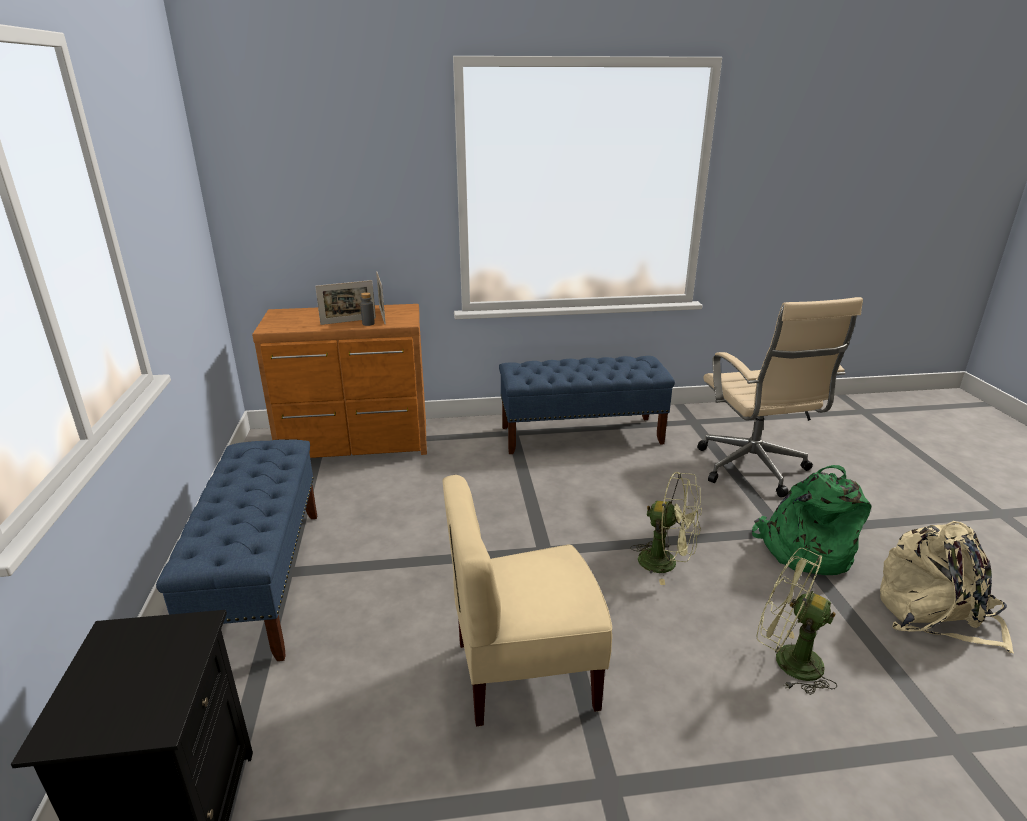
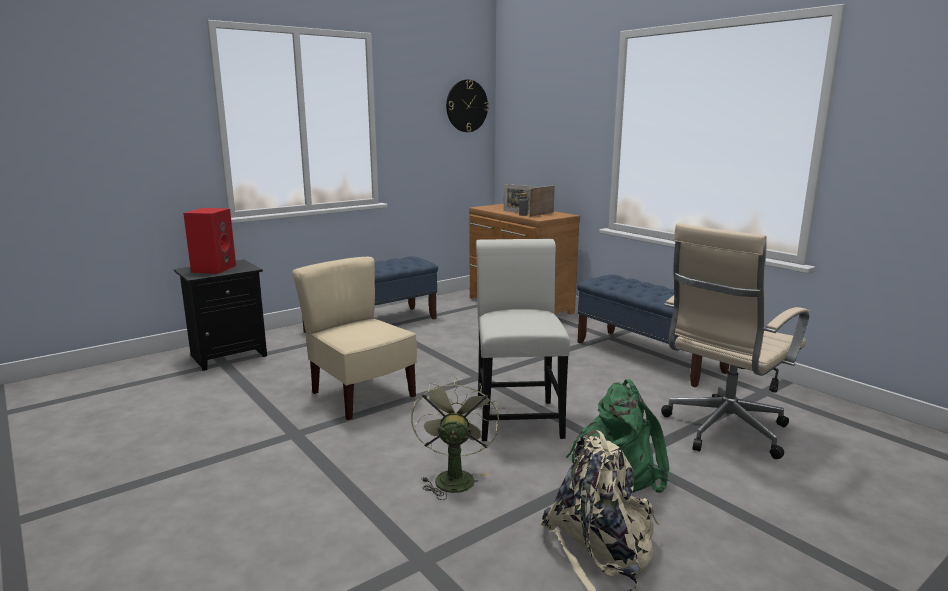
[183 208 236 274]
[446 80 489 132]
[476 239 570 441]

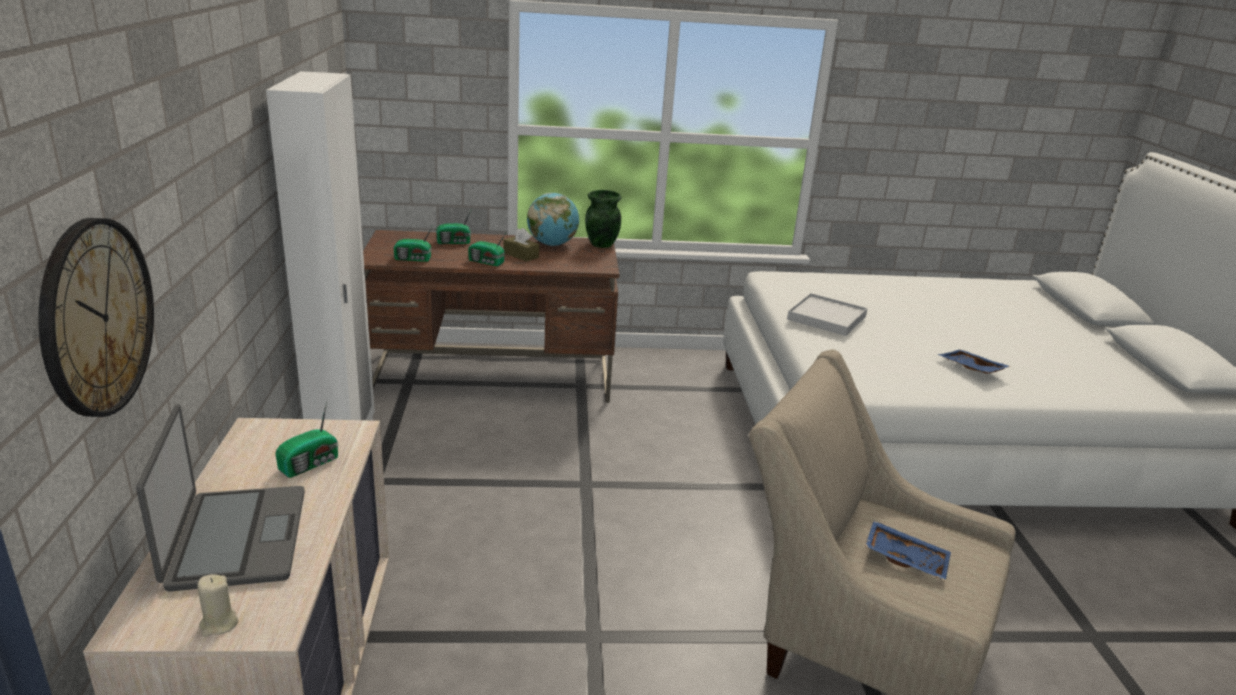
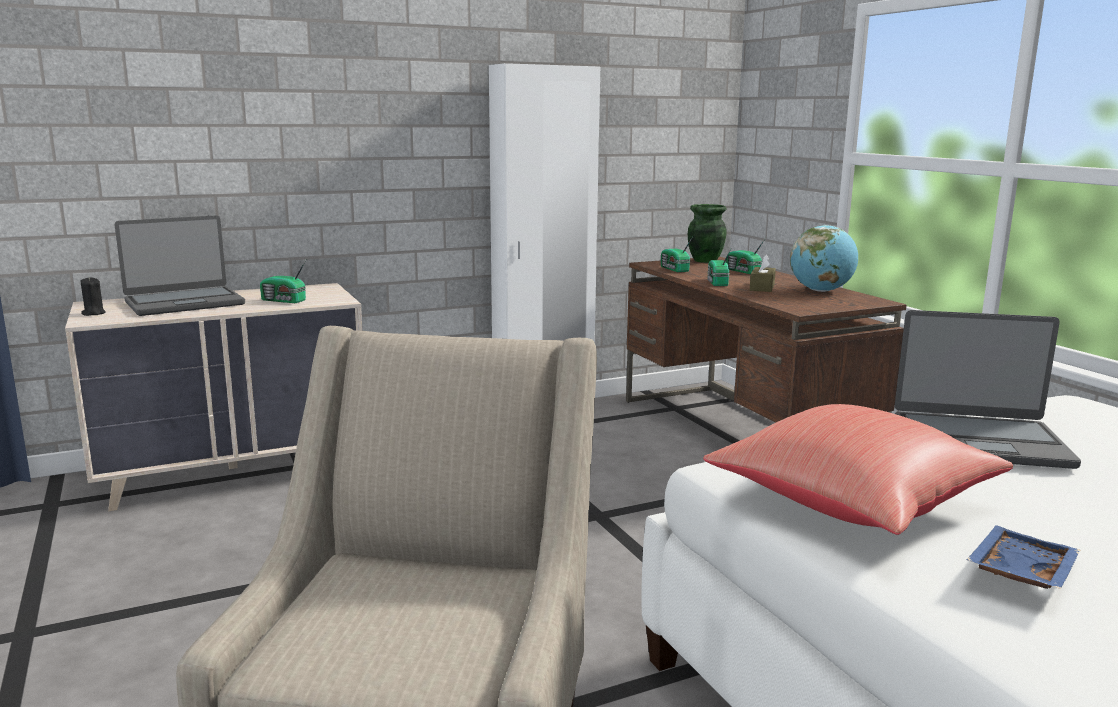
[38 218 154 417] (first image)
[865 521 951 581] (first image)
[703 404 1013 535]
[688 204 726 263]
[895 310 1081 469]
[80 277 106 316]

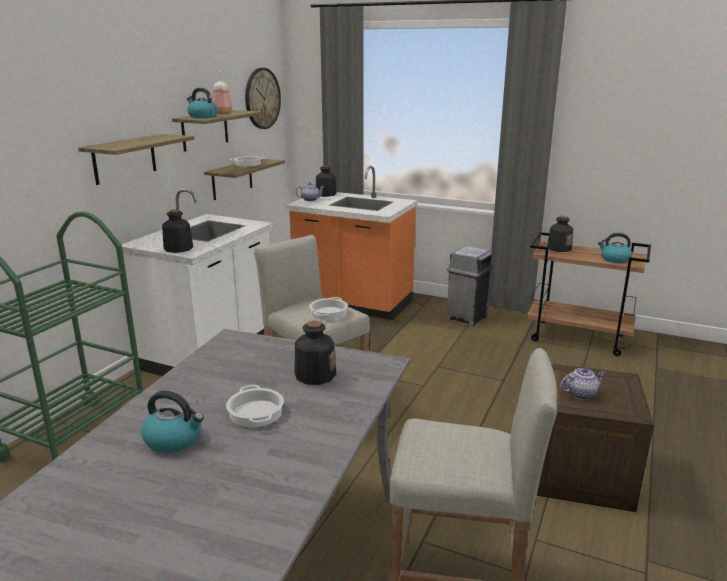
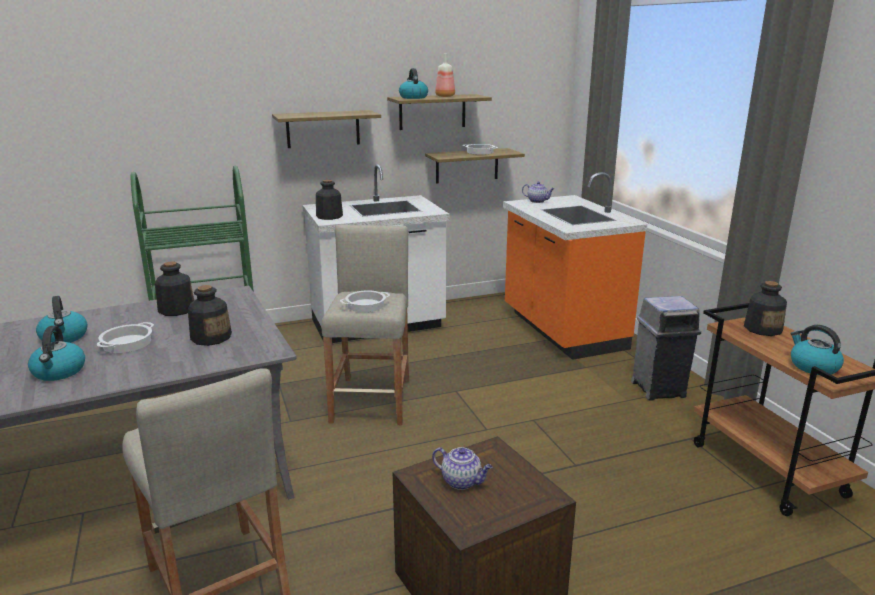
[245 68 281 129] (first image)
[28 326 85 381]
[155 261 194 316]

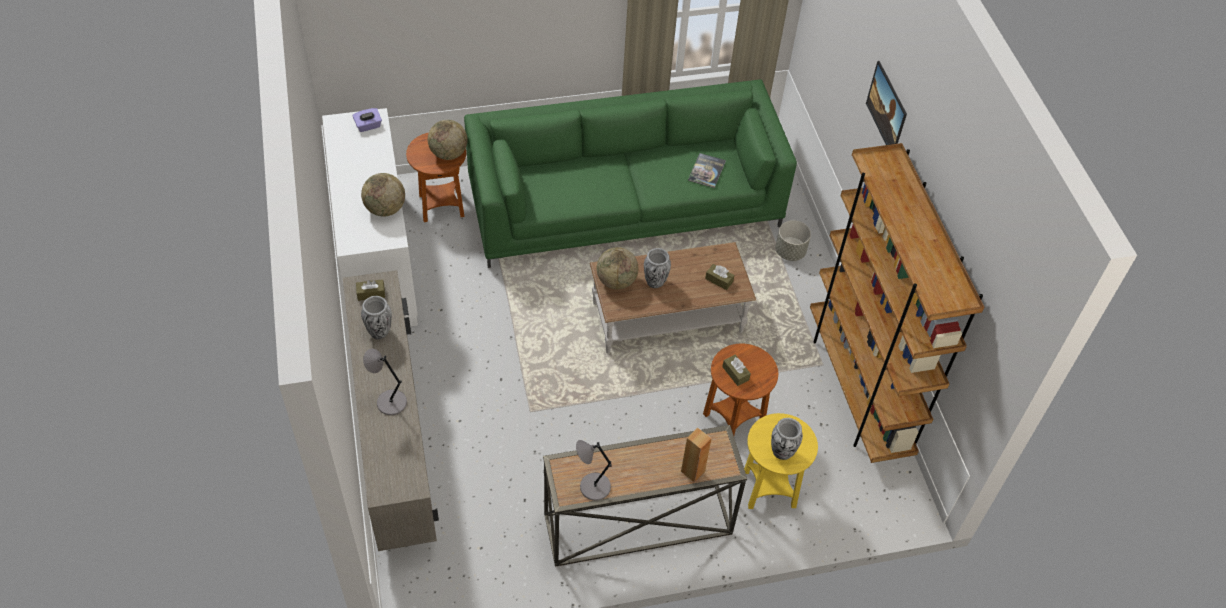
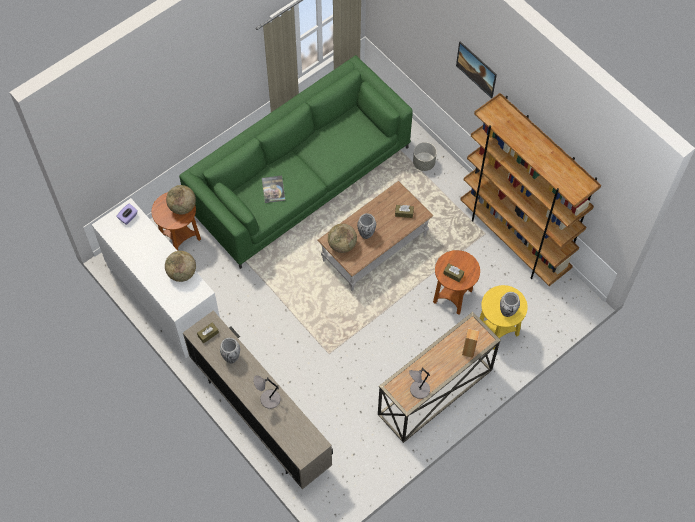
[262 176 285 203]

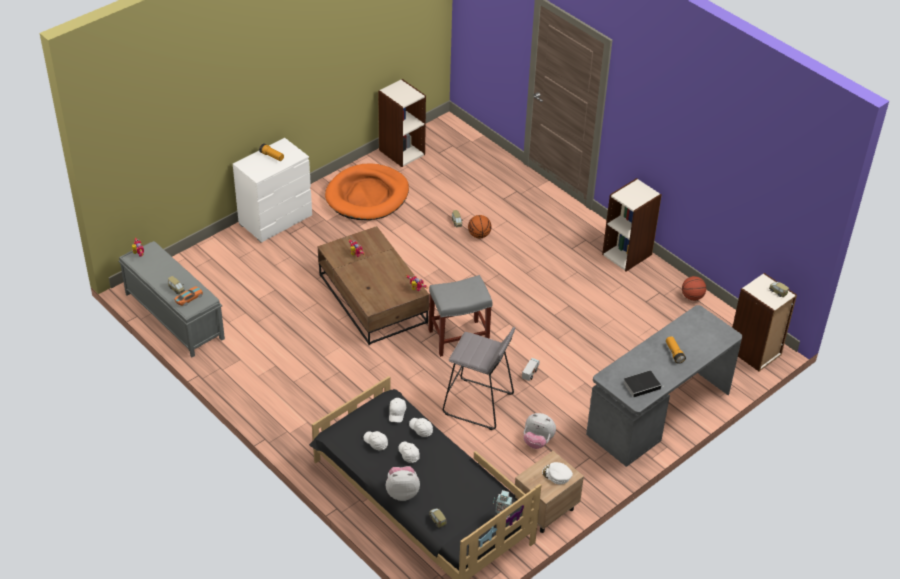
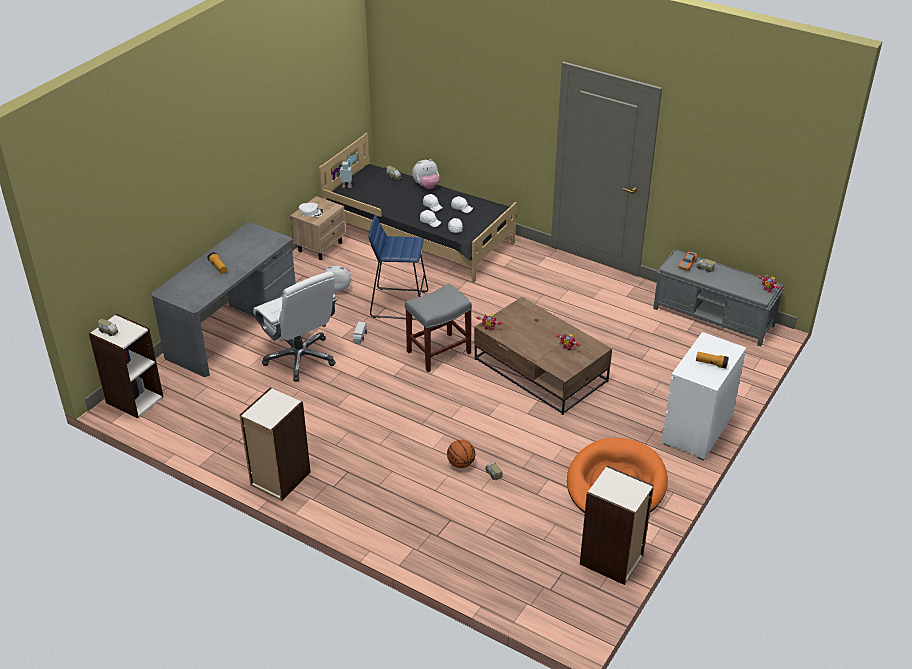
[623 370 665 398] (first image)
[682 276 706 301] (first image)
[253 271 337 382]
[368 214 428 320]

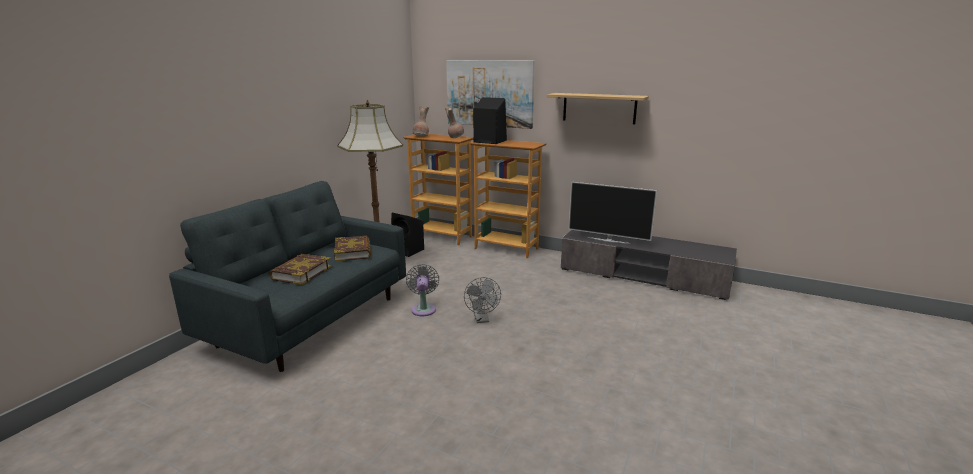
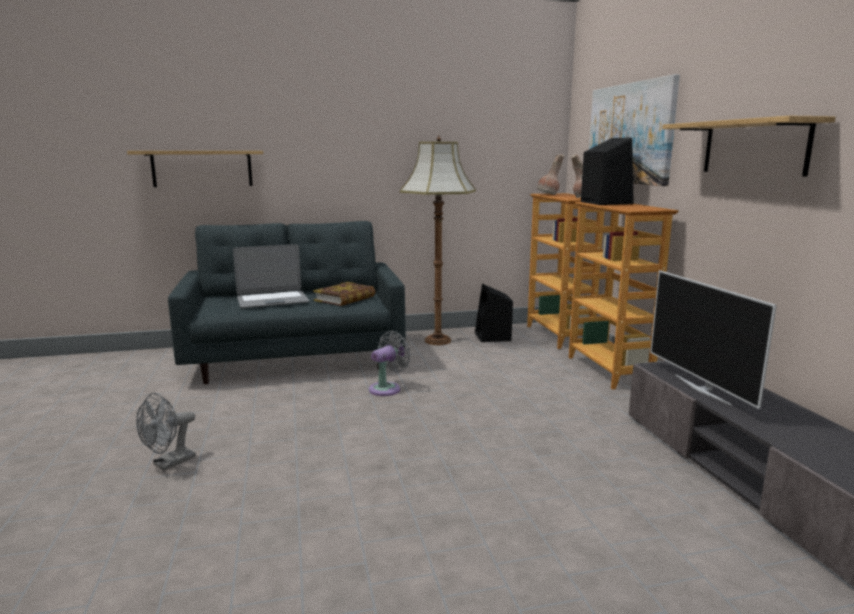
[127 151 264 187]
[136 393 196 470]
[233 244 309 308]

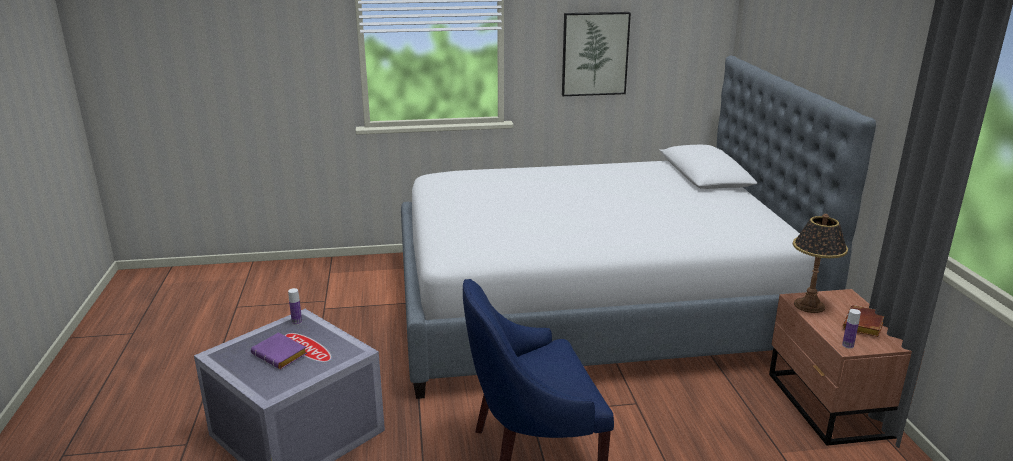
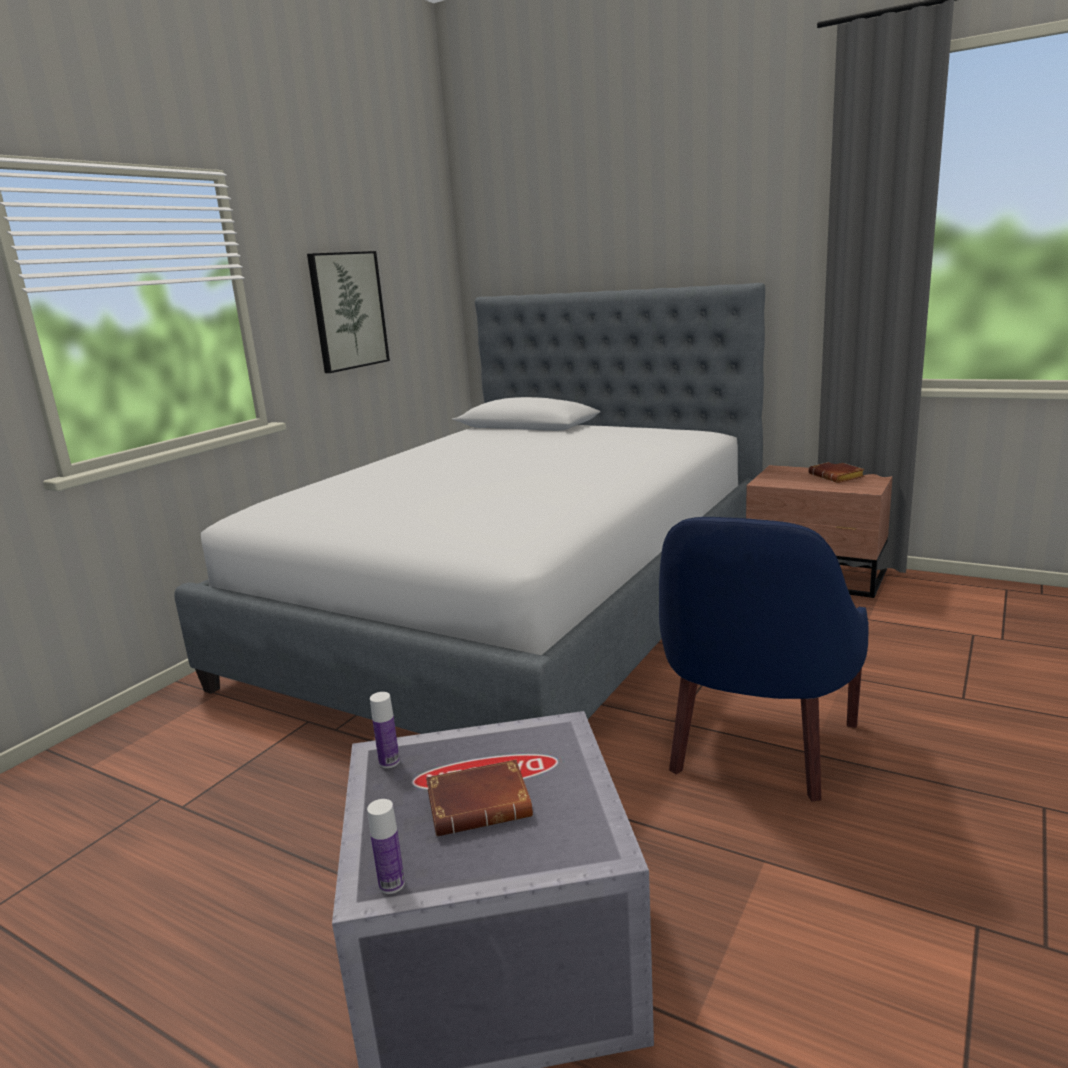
[793 214 848 313] (first image)
[367 799 405 894]
[426 760 533 836]

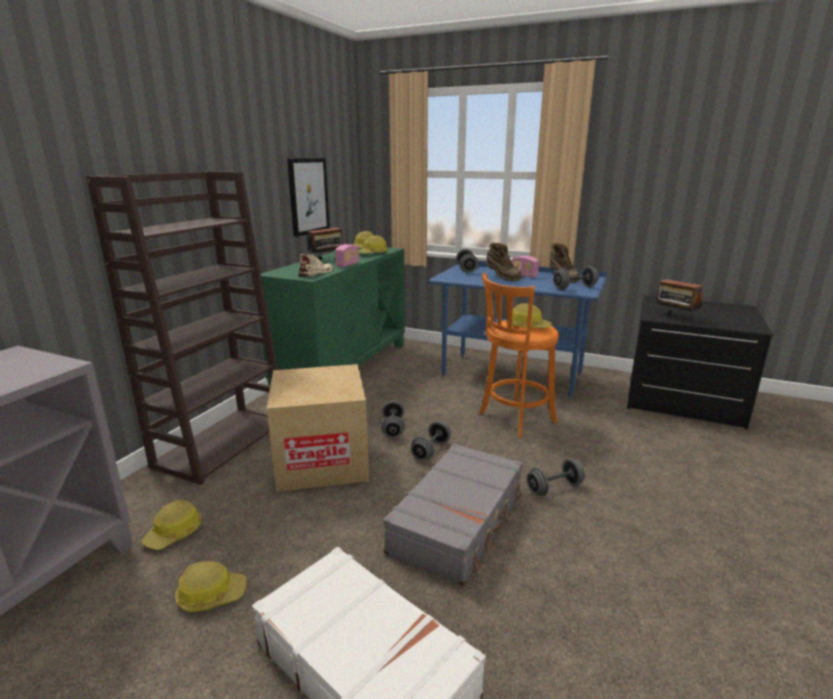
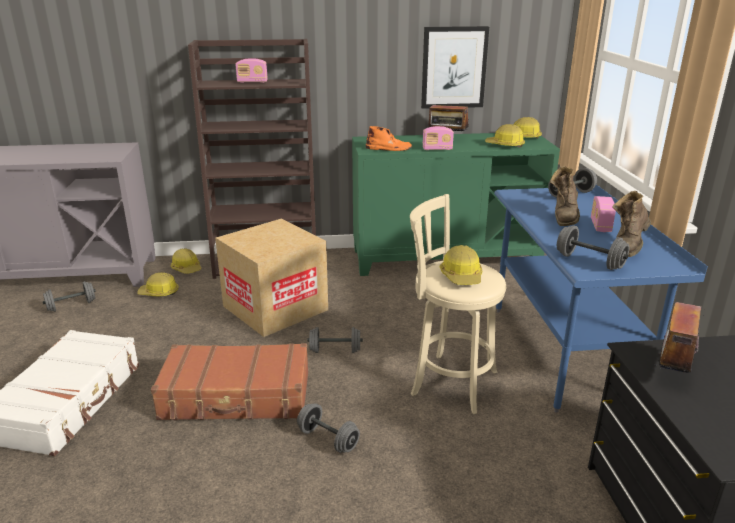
[235 58 268 83]
[170 248 202 274]
[43 281 96 312]
[366 126 412 151]
[151 343 308 420]
[410 194 506 414]

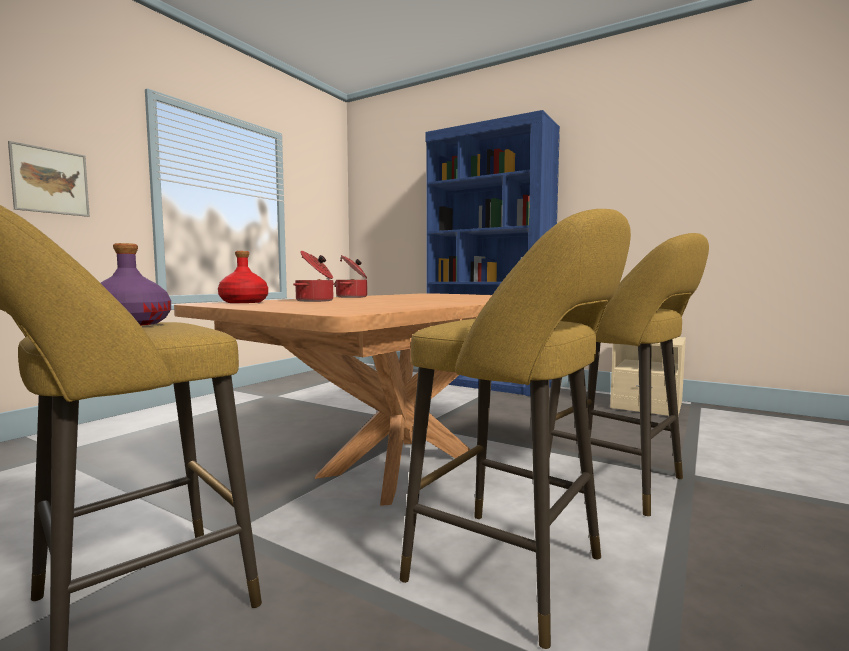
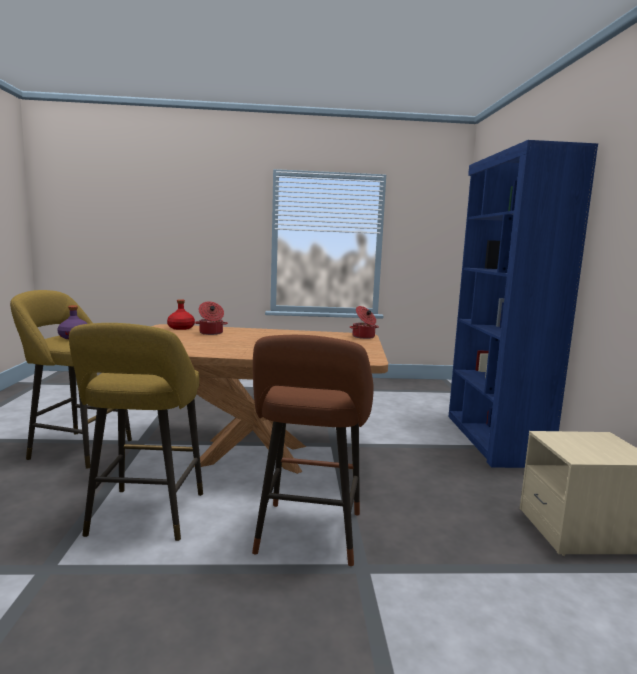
[8 141 90 217] (first image)
[350 306 379 339]
[252 335 374 566]

